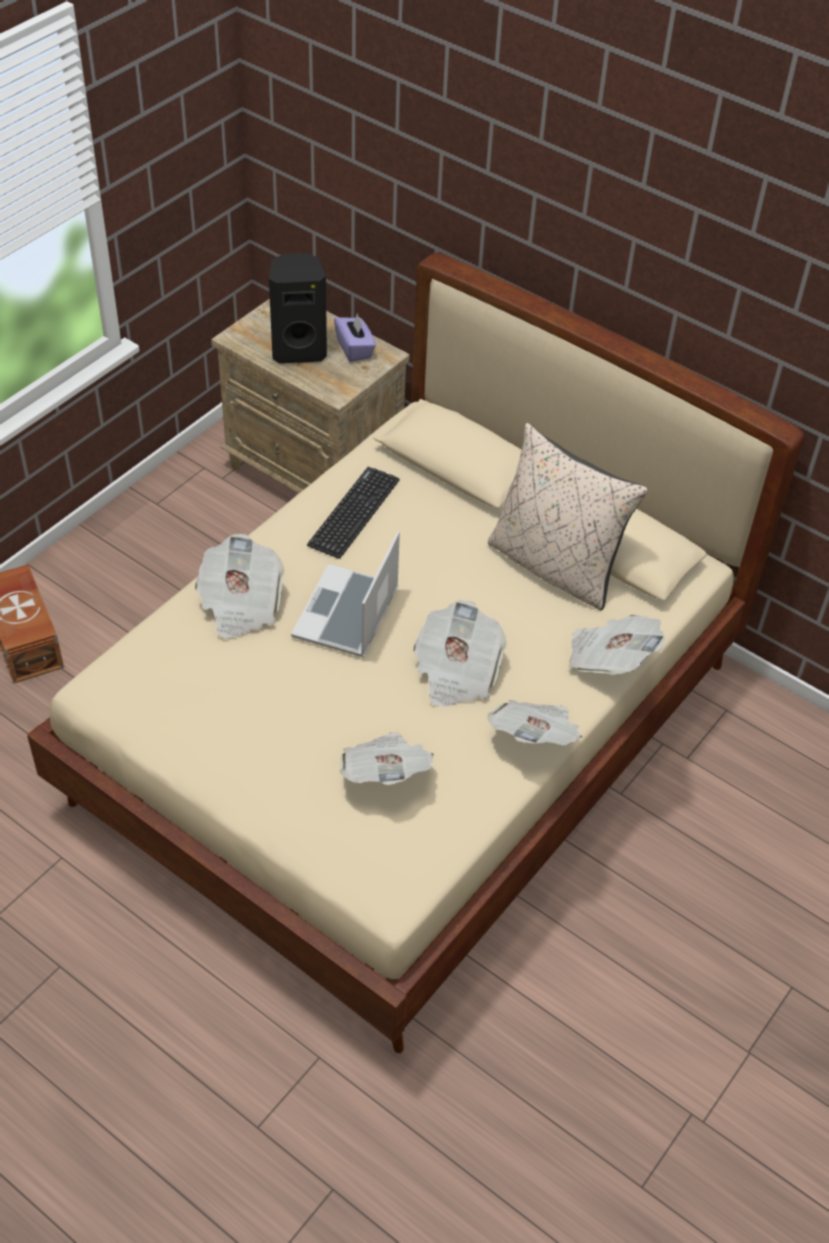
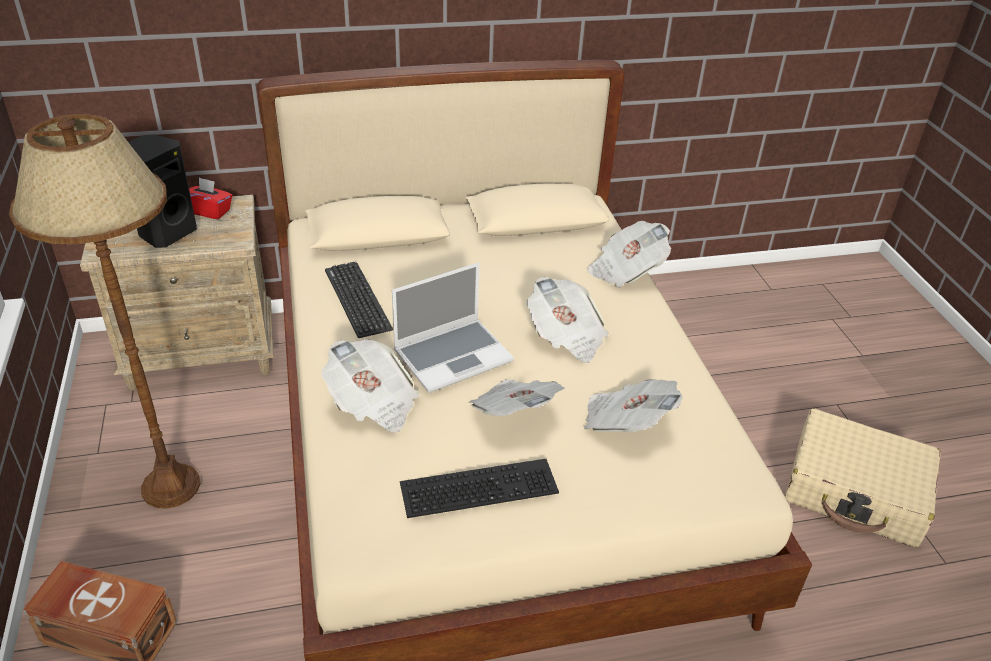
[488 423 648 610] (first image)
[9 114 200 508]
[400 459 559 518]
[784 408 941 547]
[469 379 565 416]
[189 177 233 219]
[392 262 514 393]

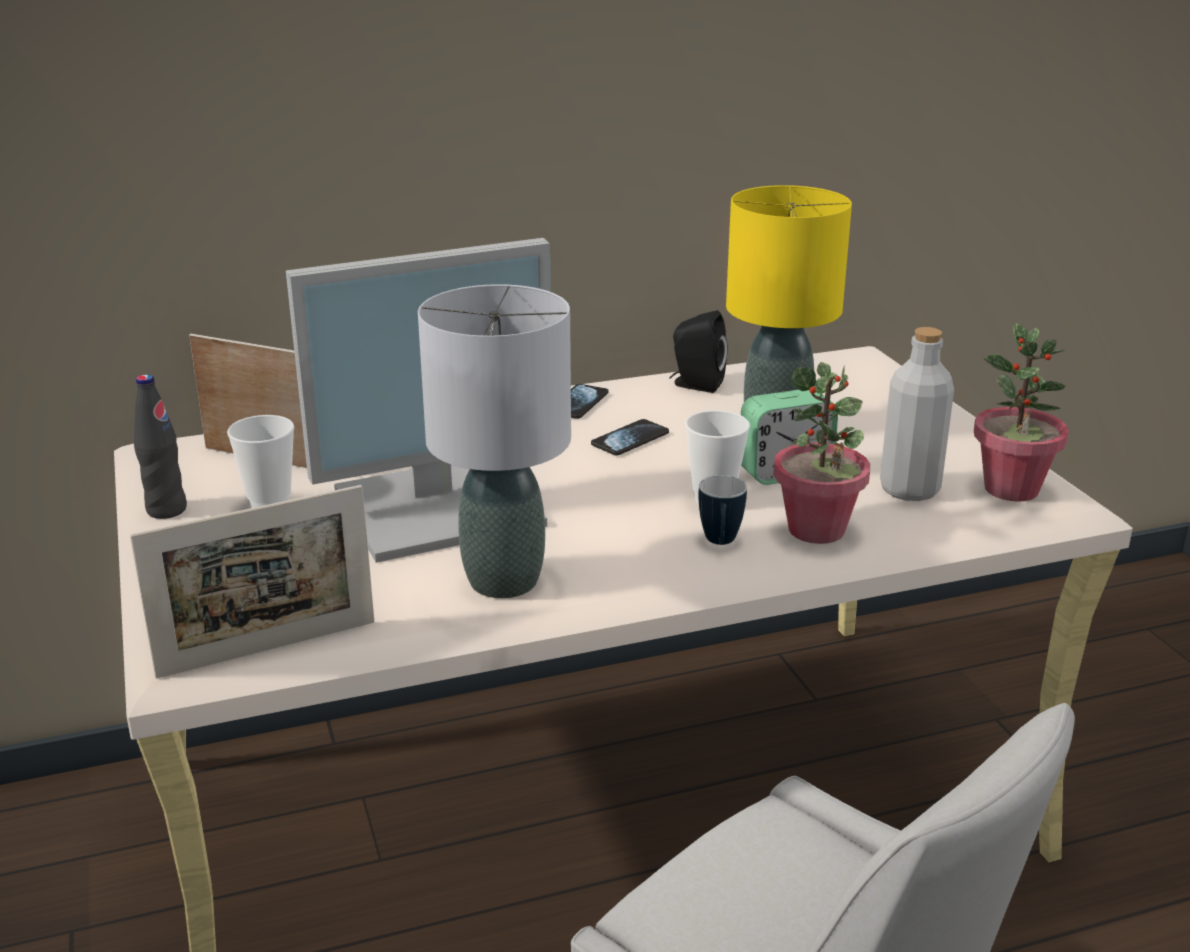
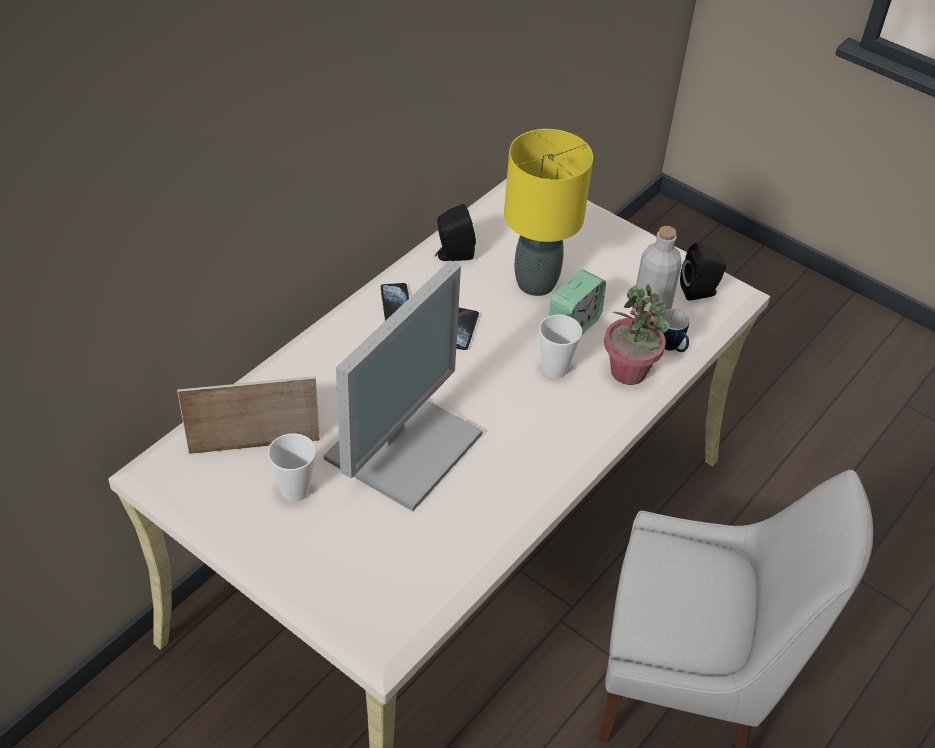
[130 485 374 678] (first image)
[134 374 187 519] (first image)
[418 284 571 598] (first image)
[660 309 690 352]
[680 243 726 301]

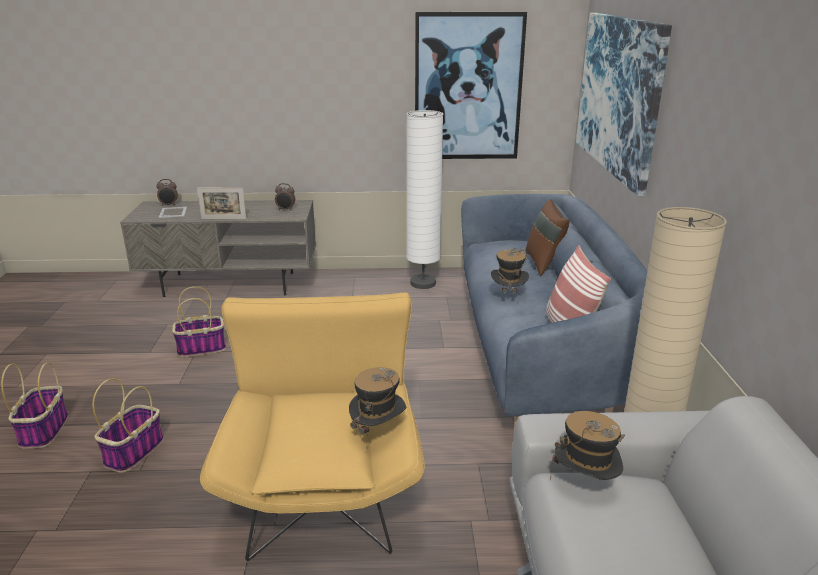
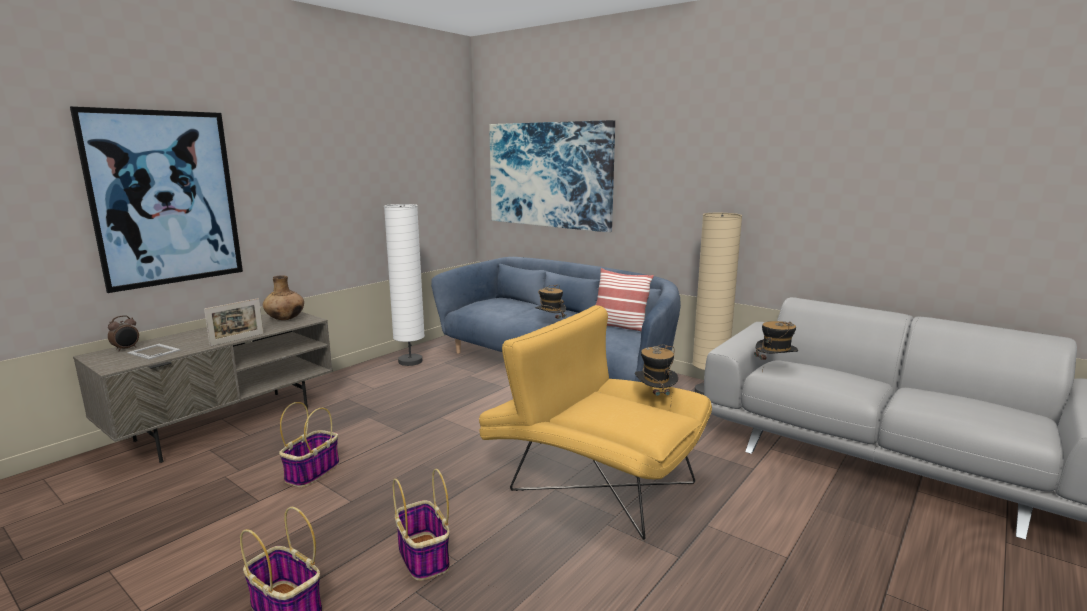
[526 199 569 276] (first image)
[70 106 243 293]
[263 275 304 320]

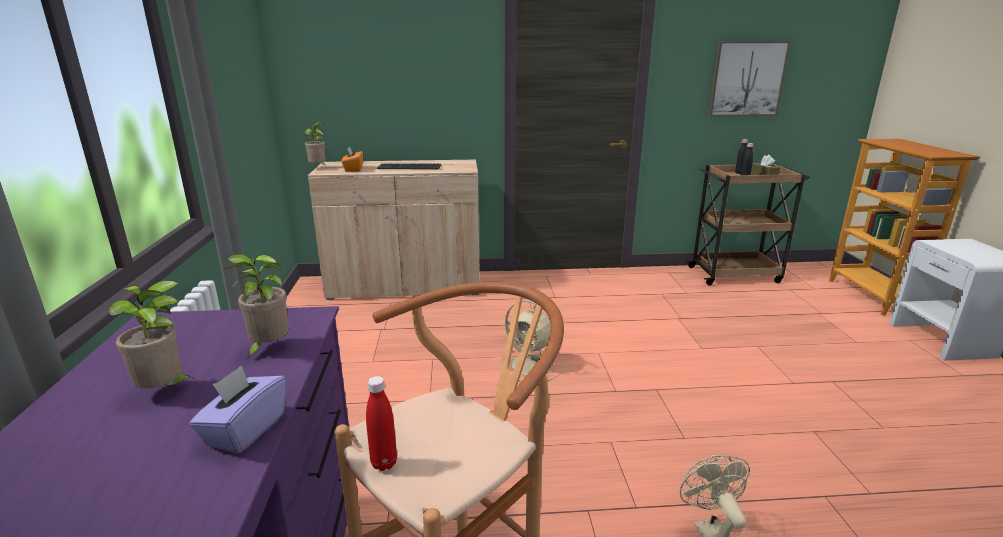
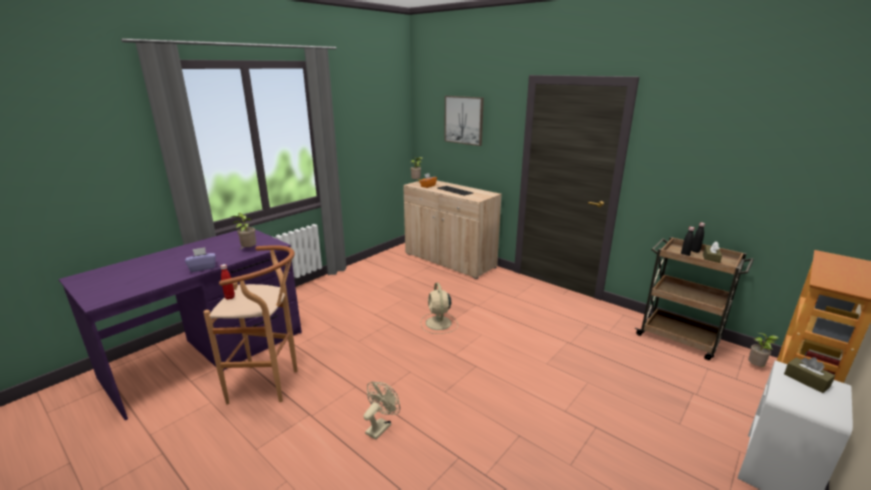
[784 357 835 393]
[748 333 779 367]
[444 96 484 146]

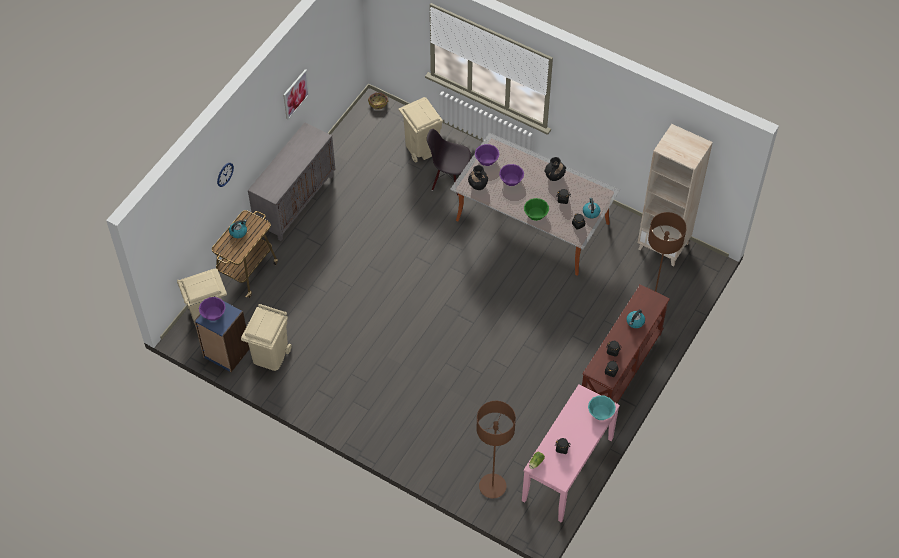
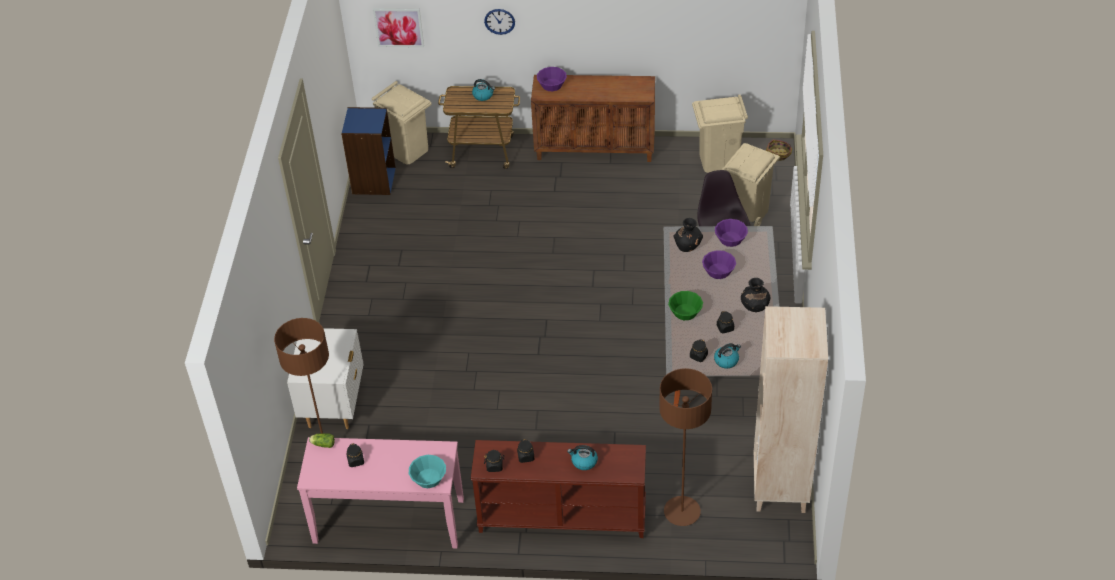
[287 328 364 429]
[537 67 567 91]
[692 94 748 173]
[373 8 424 47]
[531 75 655 162]

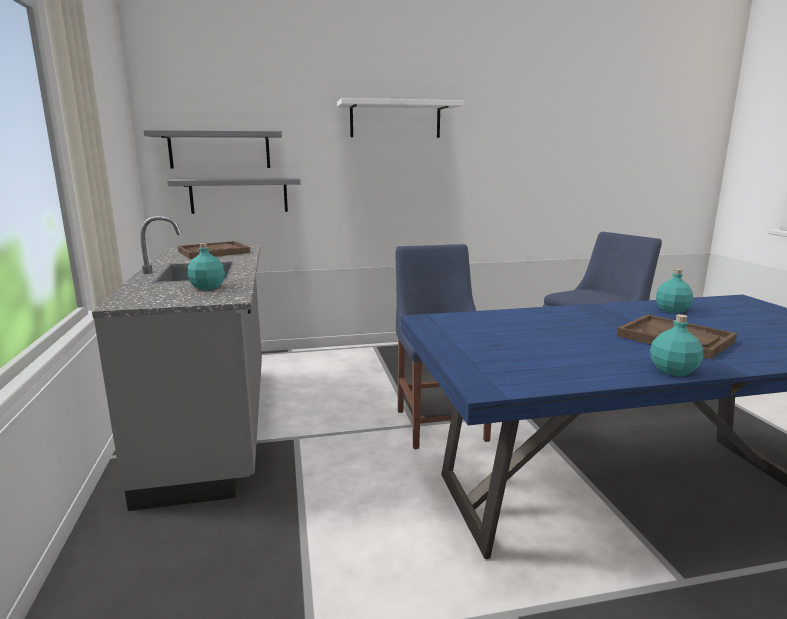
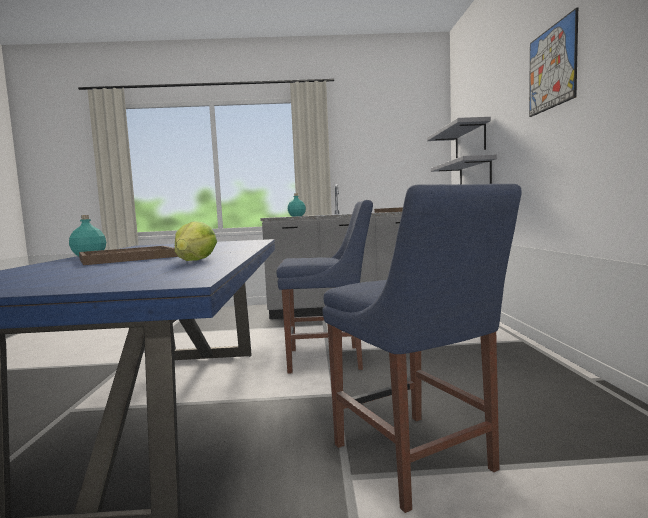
[529 7 578 117]
[175 221 217 261]

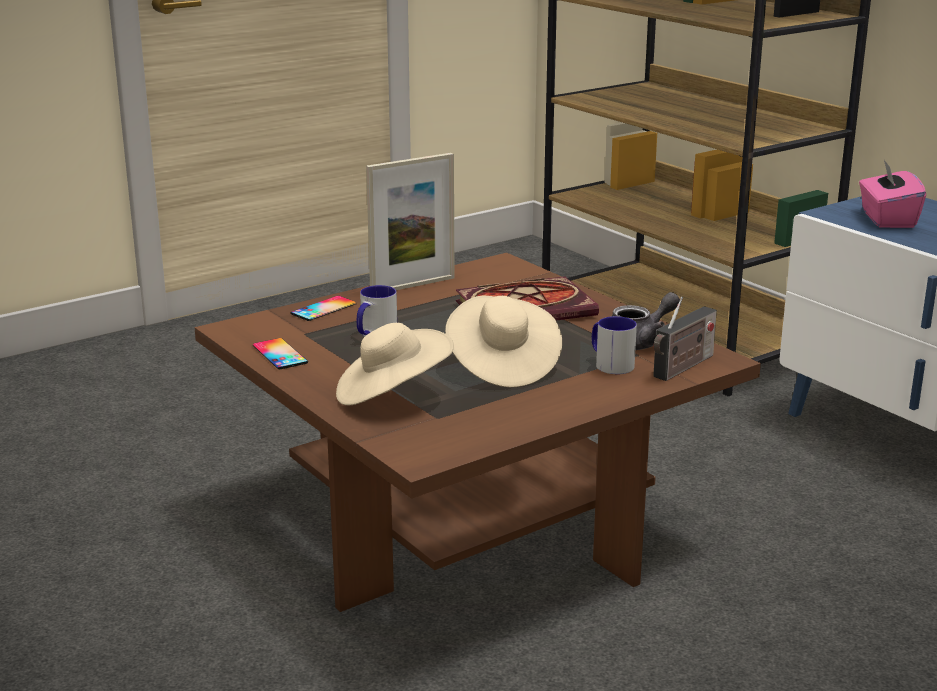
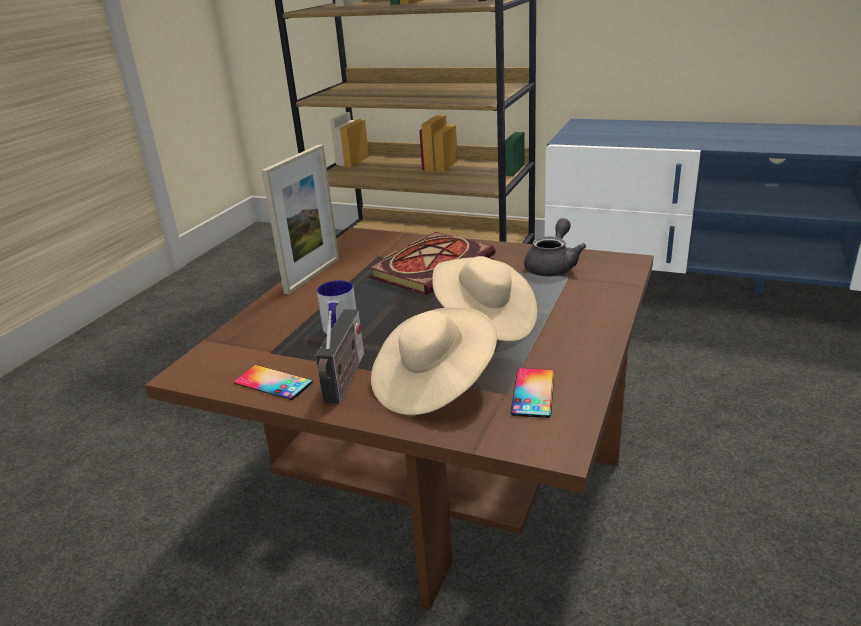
[592 316 637 374] (first image)
[859 160 926 228] (first image)
[511 368 554 418]
[315 309 364 404]

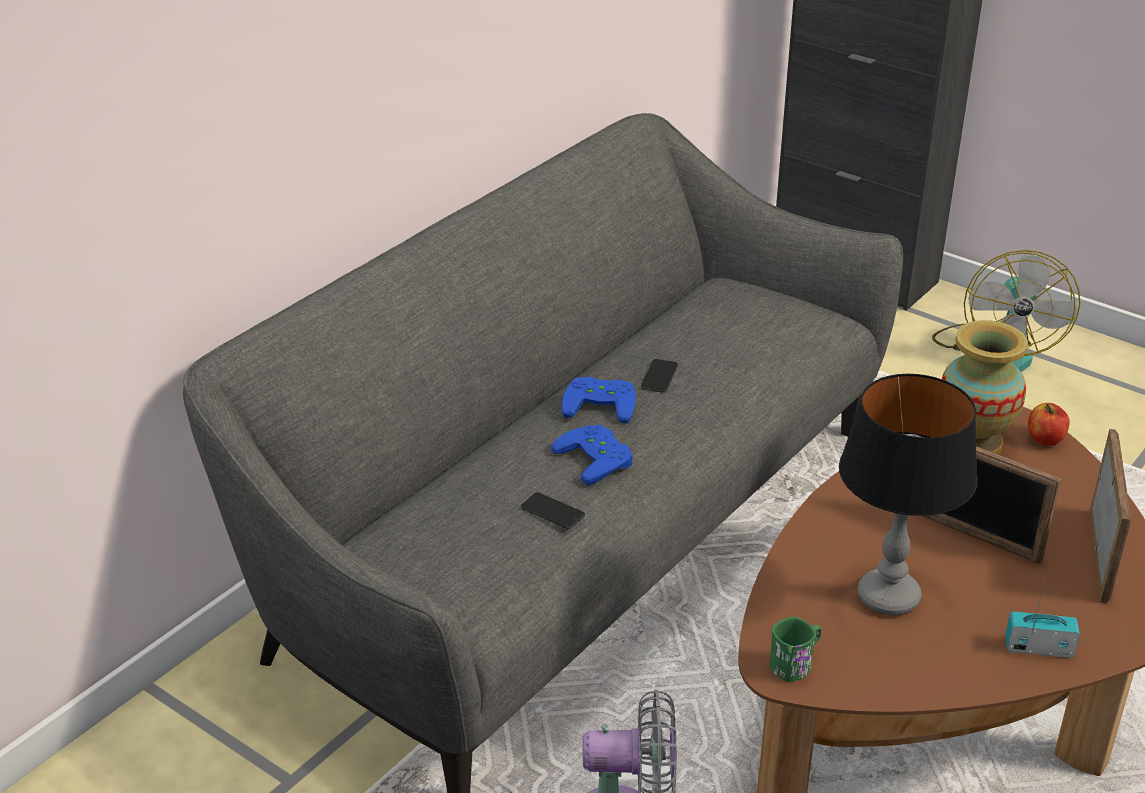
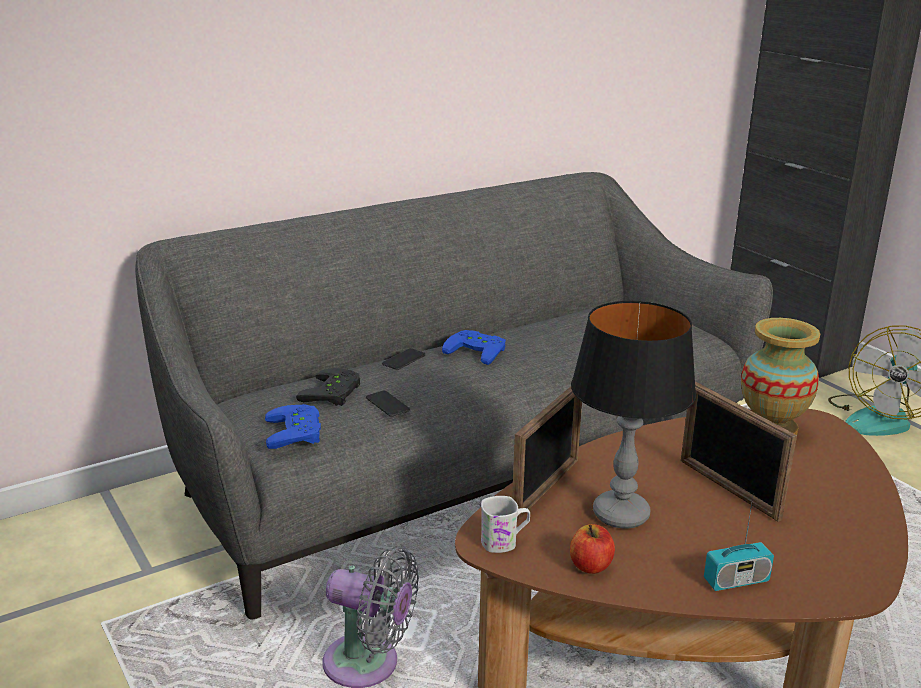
[296 368 360 406]
[265 404 321 449]
[382 348 426 370]
[570 524 615 574]
[512 386 582 521]
[481 496 530 553]
[704 493 774 591]

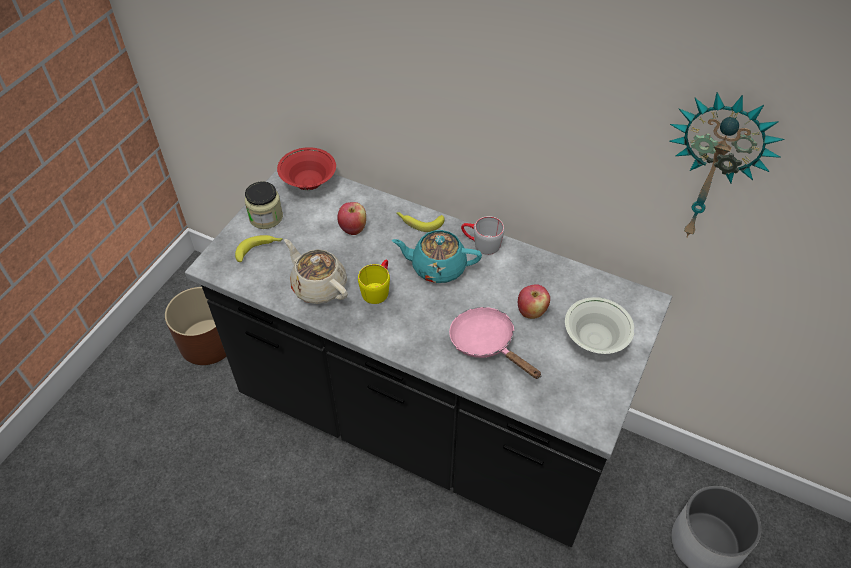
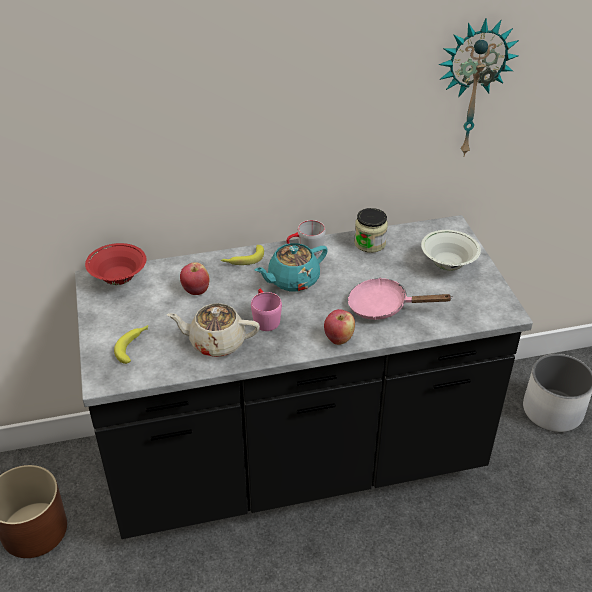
[354 208 388 253]
[324 309 355 345]
[251 289 282 331]

